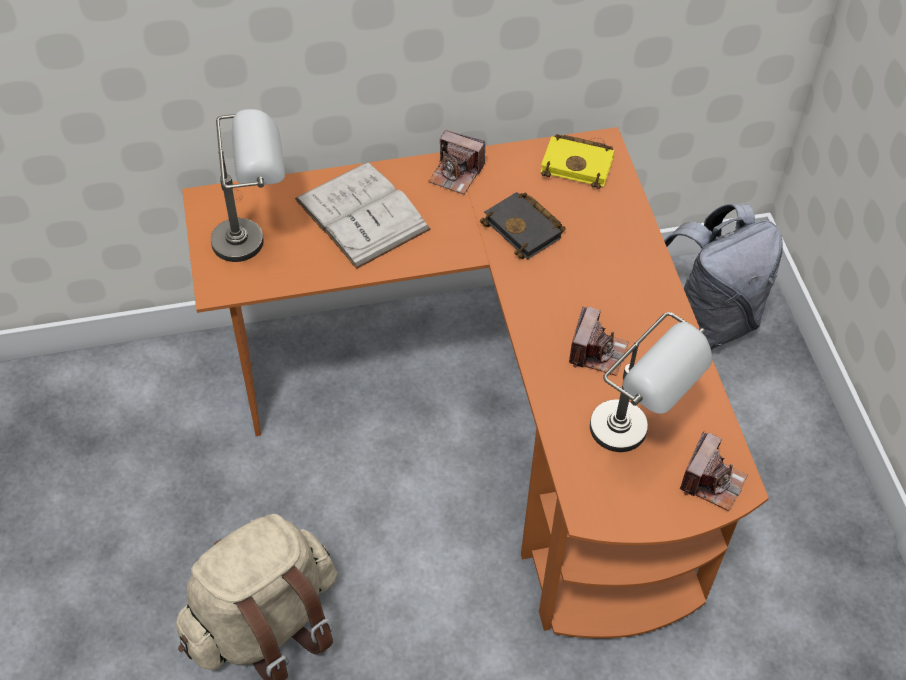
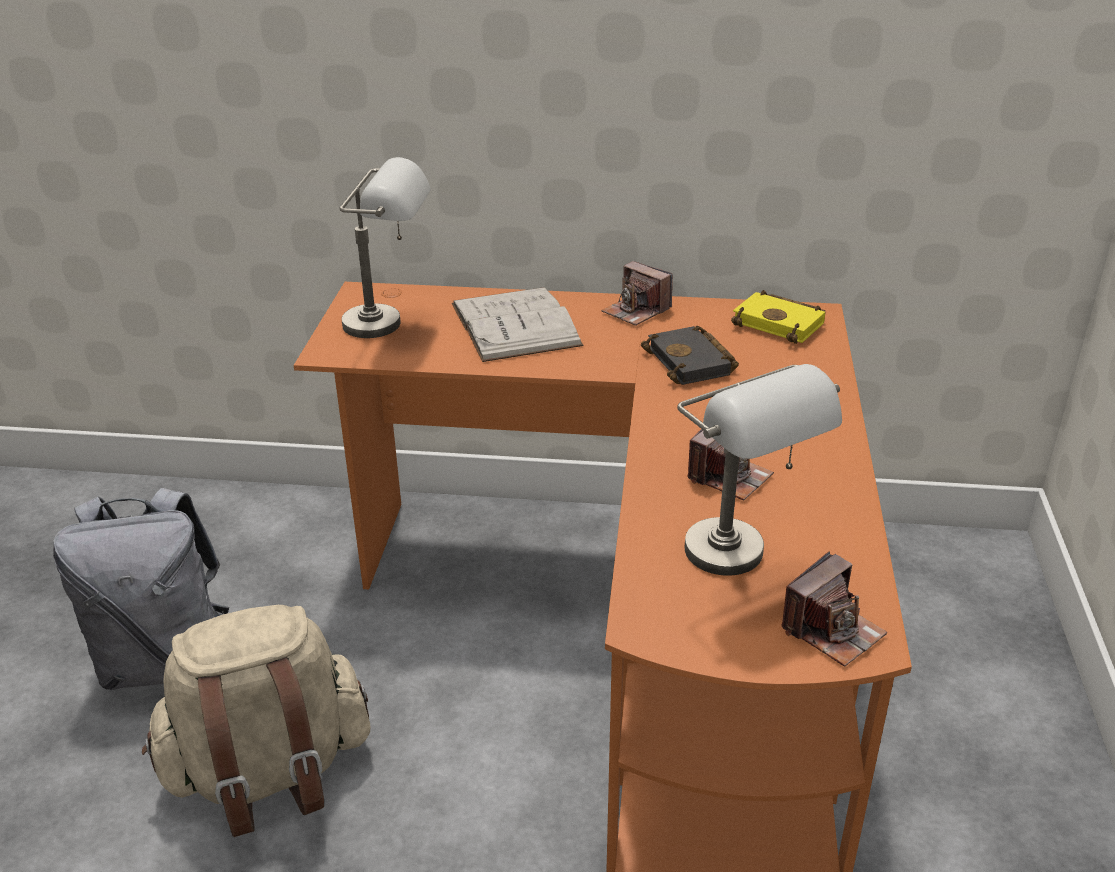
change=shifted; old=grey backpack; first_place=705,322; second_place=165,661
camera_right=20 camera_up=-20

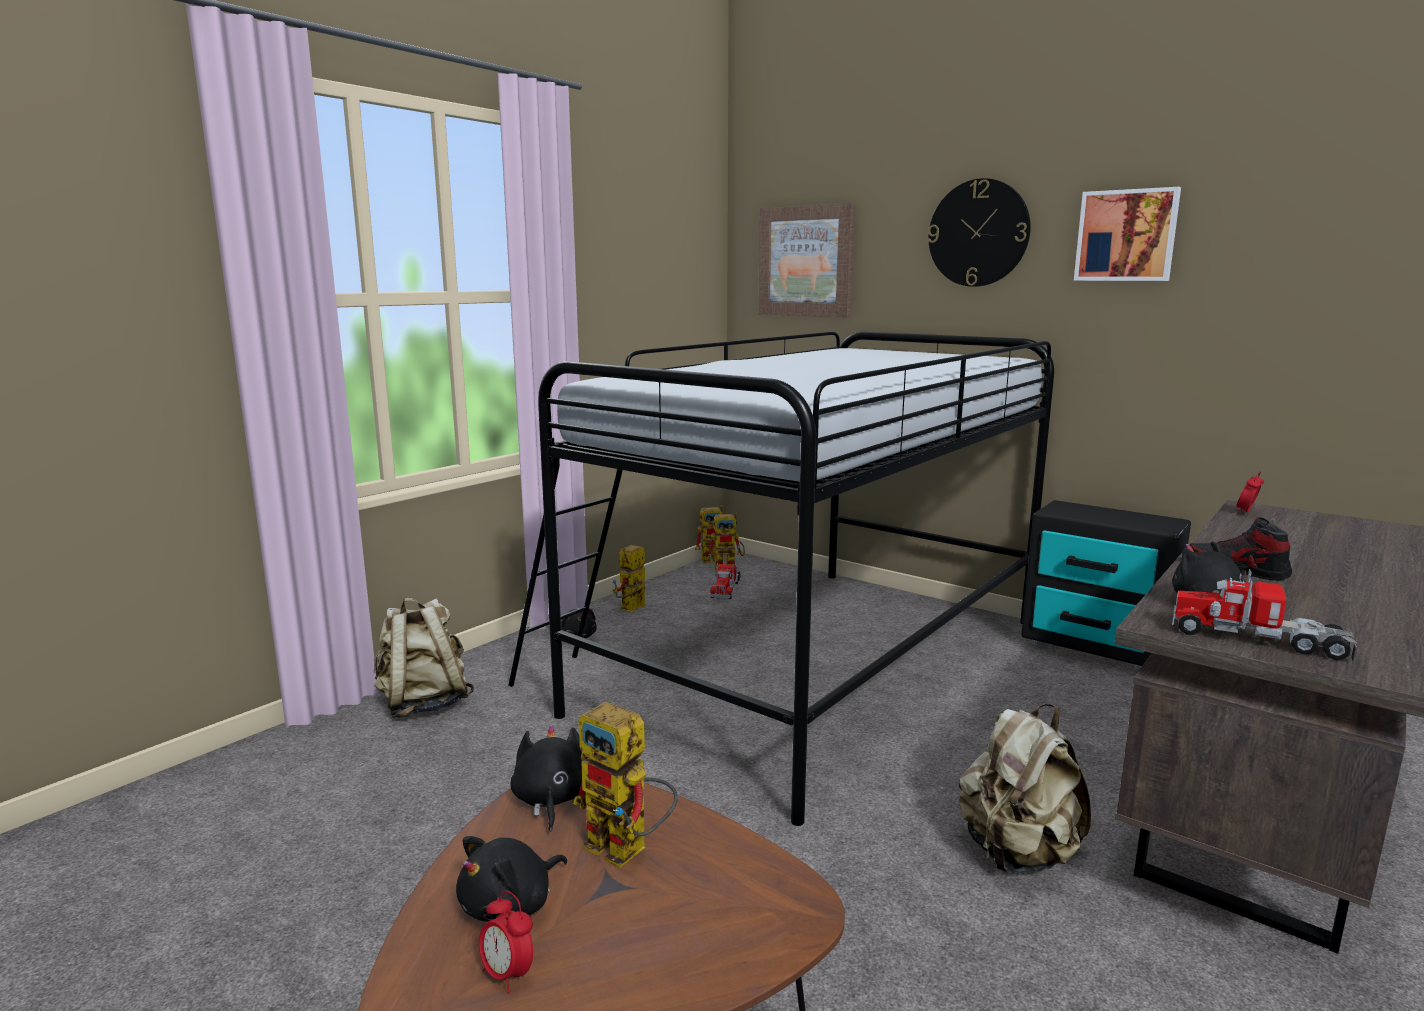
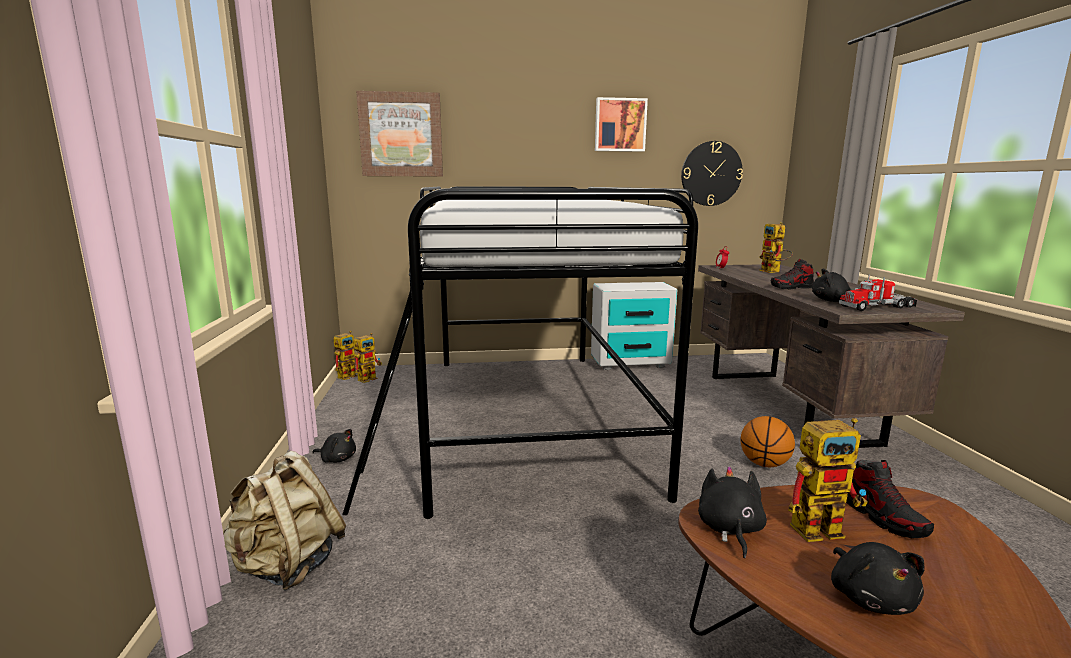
change=gone; old=alarm clock; first_place=507,975
change=rotated; old=black plush toy; first_place=551,800; second_place=729,529; degrees=60
change=shifted; old=toy robot; first_place=631,609; second_place=773,272
change=gone; old=toy truck; first_place=726,588
change=shifted; old=wall clock; first_place=978,233; second_place=711,173
change=swapped; old=beige backpack; new=basketball; first_place=1018,854; second_place=764,464
change=repainted; old=black nightstand; new=white nightstand; first_place=1094,652; second_place=631,365
change=new; new=shoe; second_place=883,518
camera_right=-45 camera_up=0

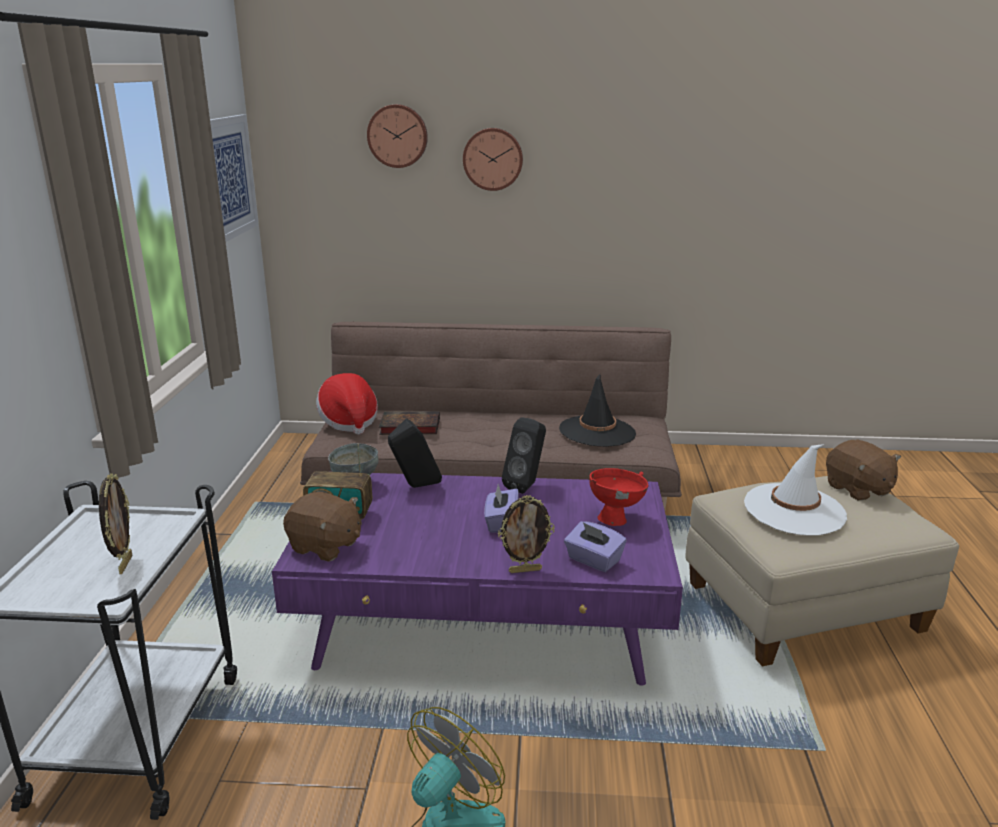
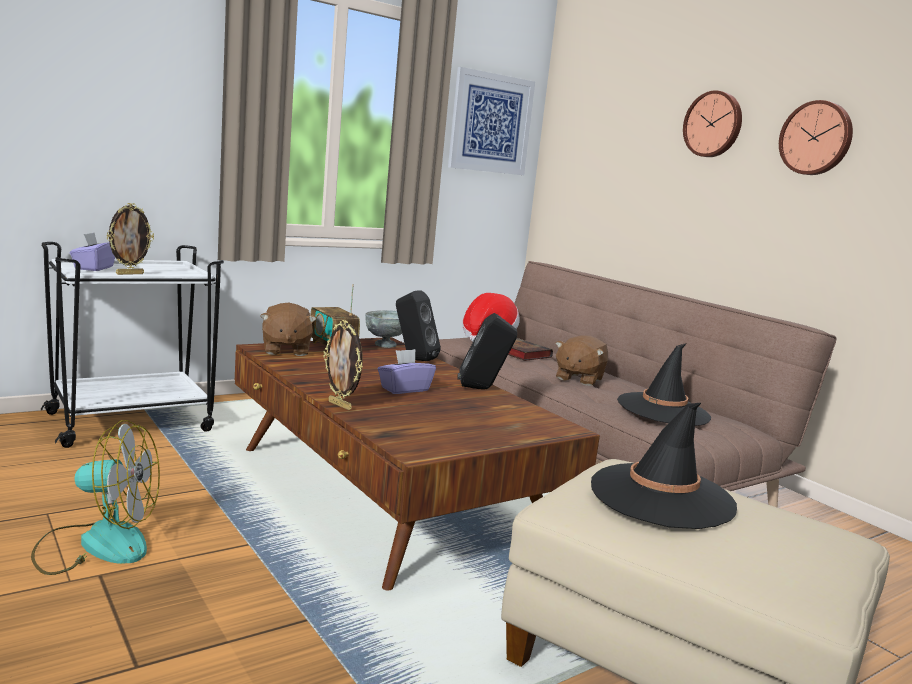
change=repainted; old=purple coffee table; new=brown coffee table; first_place=484,619; second_place=386,493
change=shifted; old=wall clock; first_place=398,136; second_place=816,138
change=shifted; old=purple tissue box; first_place=593,560; second_place=93,268
change=gone; old=red bowl; first_place=617,518
change=repainted; old=white hat; new=black hat; first_place=794,510; second_place=661,496
change=shifted; old=brown plush toy; first_place=857,489; second_place=578,379
camera_right=50 camera_up=-10

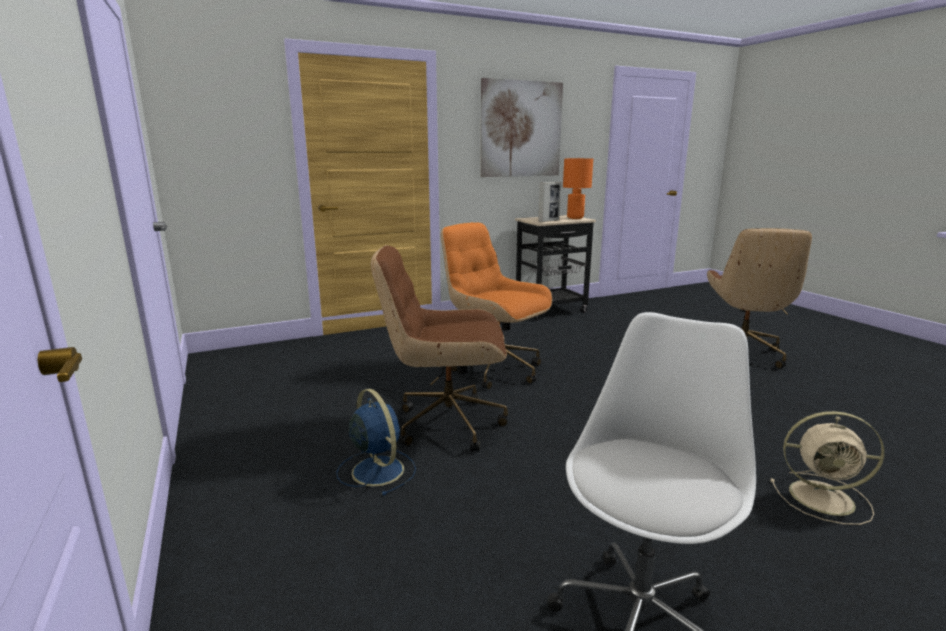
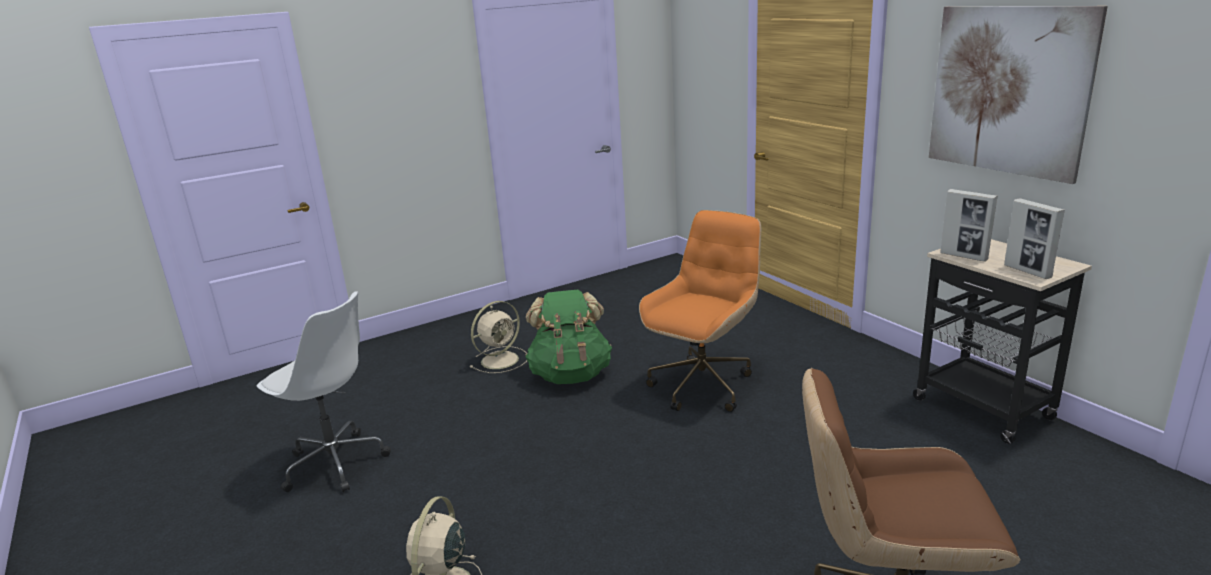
change=repainted; old=blue fan; new=beige fan; first_place=376,469; second_place=501,359
change=swapped; old=brown office chair; new=green backpack; first_place=445,424; second_place=571,374
change=swapped; old=orange table lamp; new=picture frame; first_place=575,218; second_place=1027,271
camera_right=85 camera_up=5

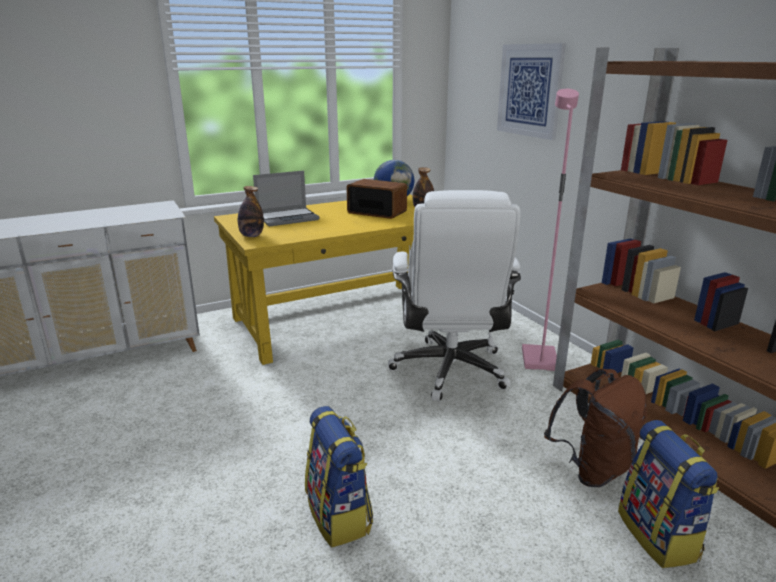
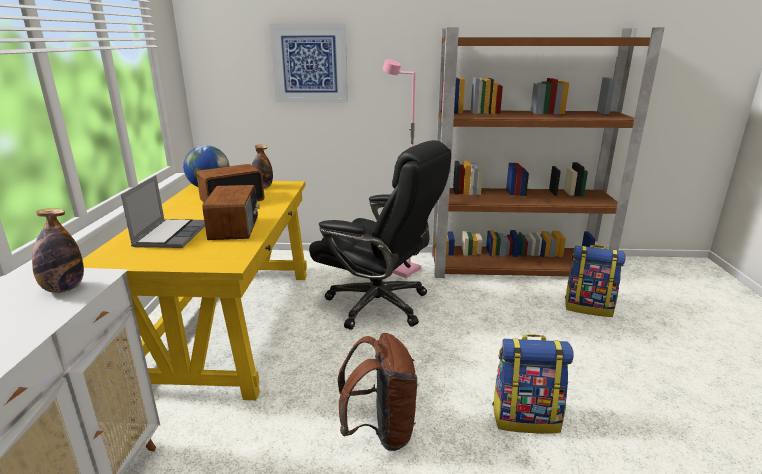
change=shifted; old=bottle; first_place=251,236; second_place=64,289
change=repainted; old=white office chair; new=black office chair; first_place=450,369; second_place=378,304
change=shifted; old=brown backpack; first_place=593,469; second_place=380,431
change=new; new=radio; second_place=235,228
camera_right=-60 camera_up=0

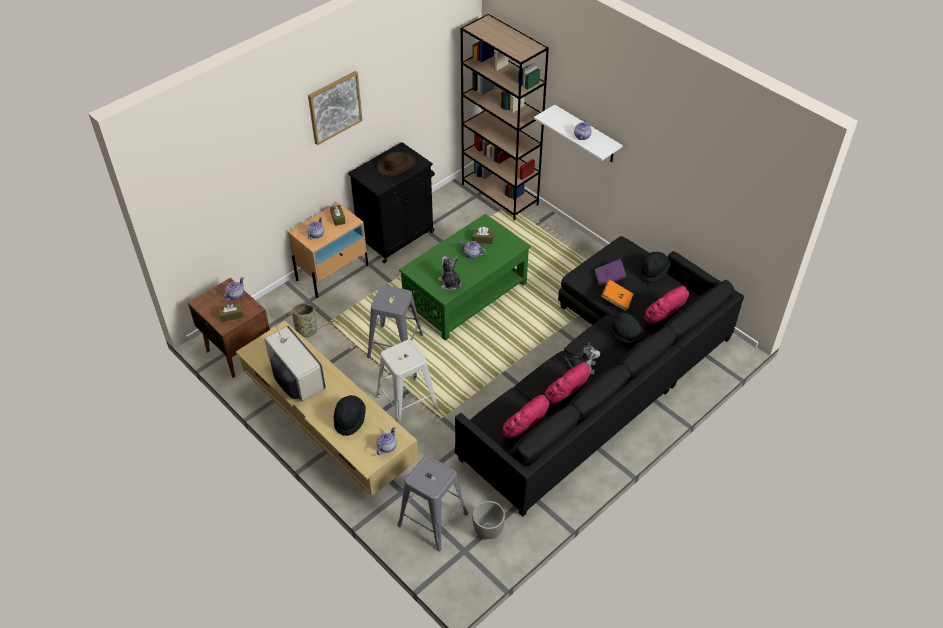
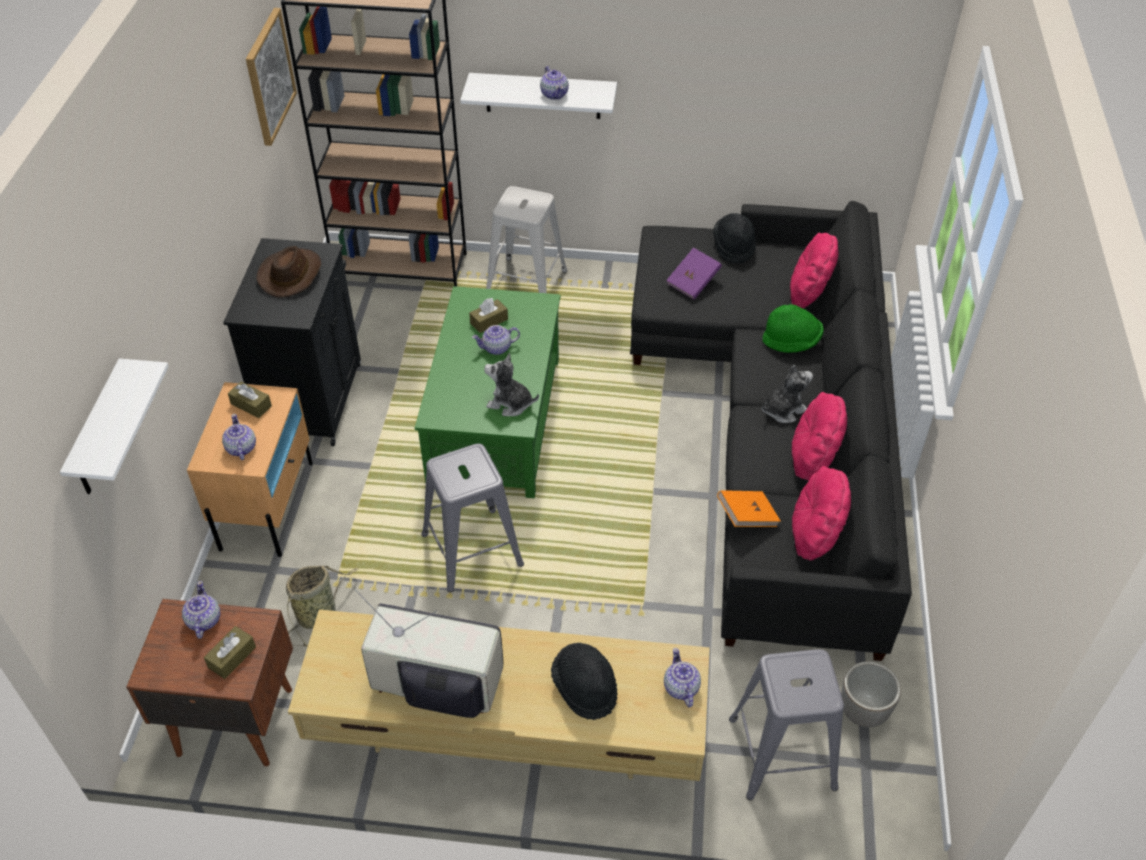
change=shifted; old=picture; first_place=334,107; second_place=269,76
change=shifted; old=white stool; first_place=407,402; second_place=526,283
change=shifted; old=orange book; first_place=616,300; second_place=747,517
change=repainted; old=black hat; new=green hat; first_place=626,337; second_place=791,342
change=new; new=white shelf; second_place=99,433
camera_right=-40 camera_up=0

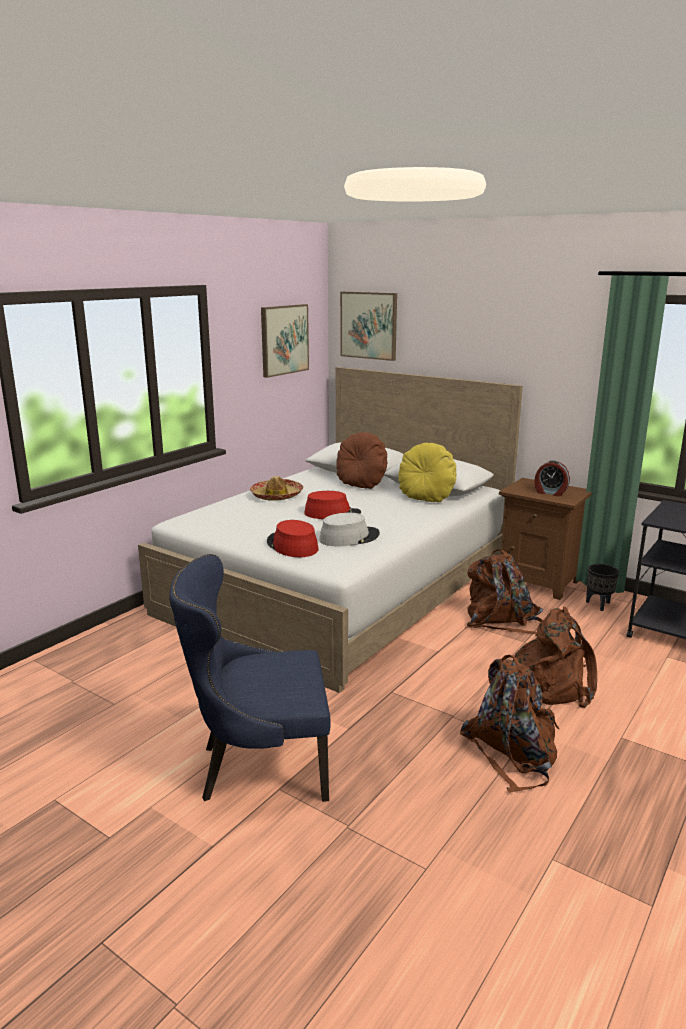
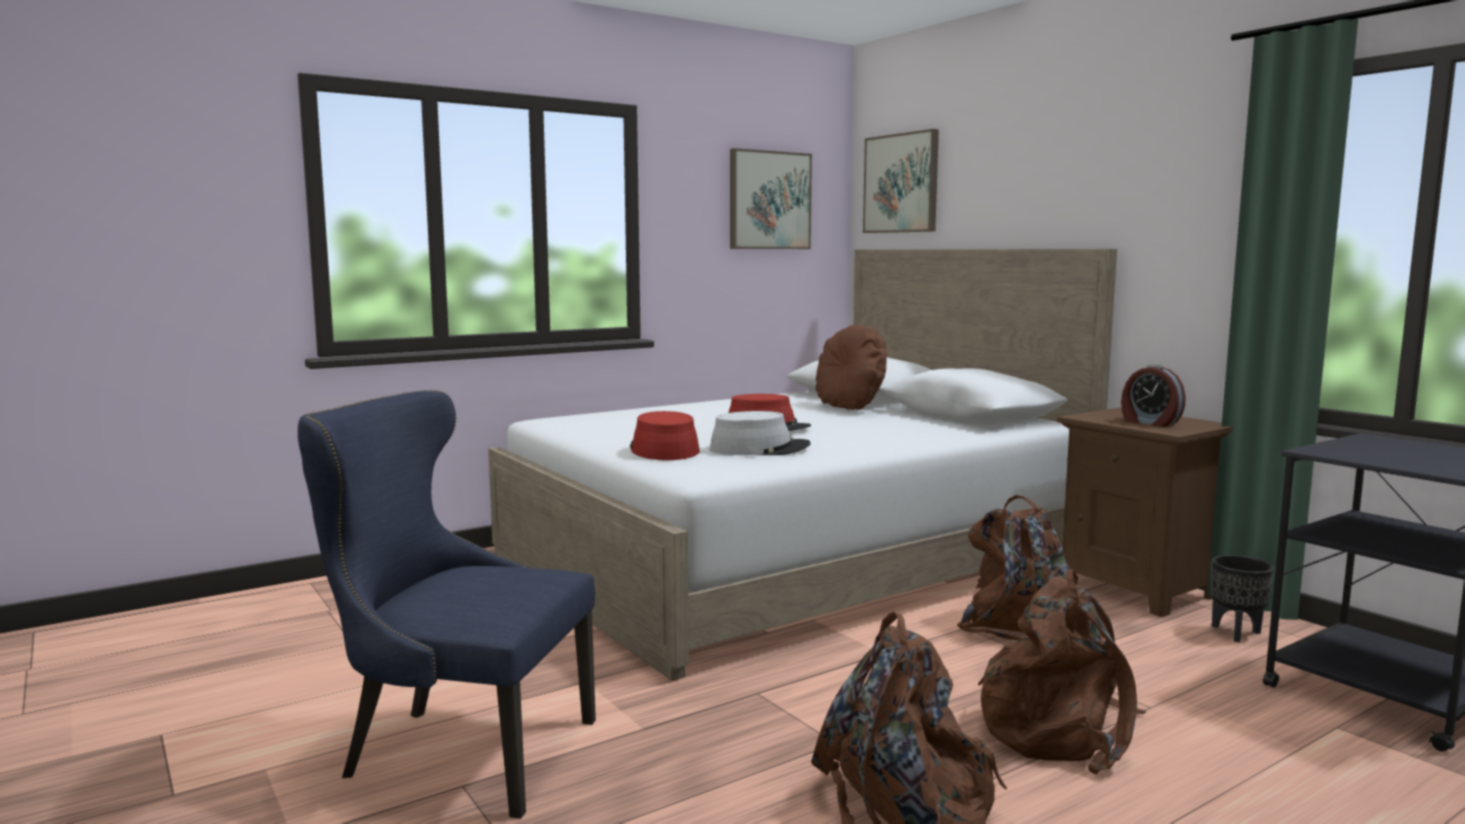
change=gone; old=hat; first_place=276,496
change=gone; old=yellow pillow; first_place=426,499
camera_right=20 camera_up=-10

